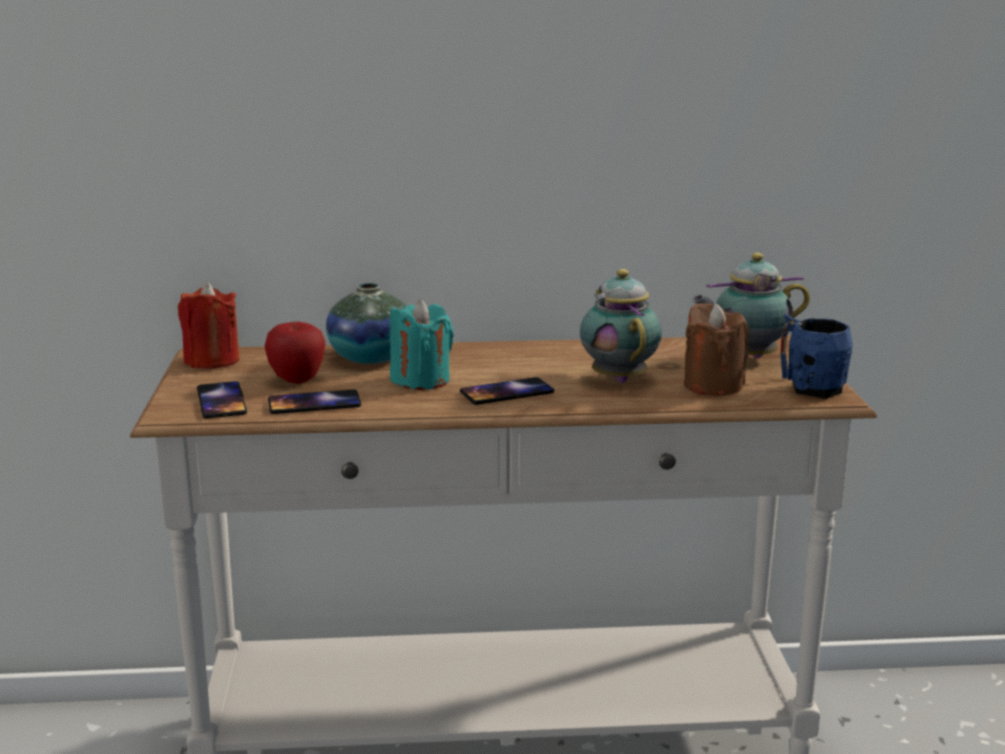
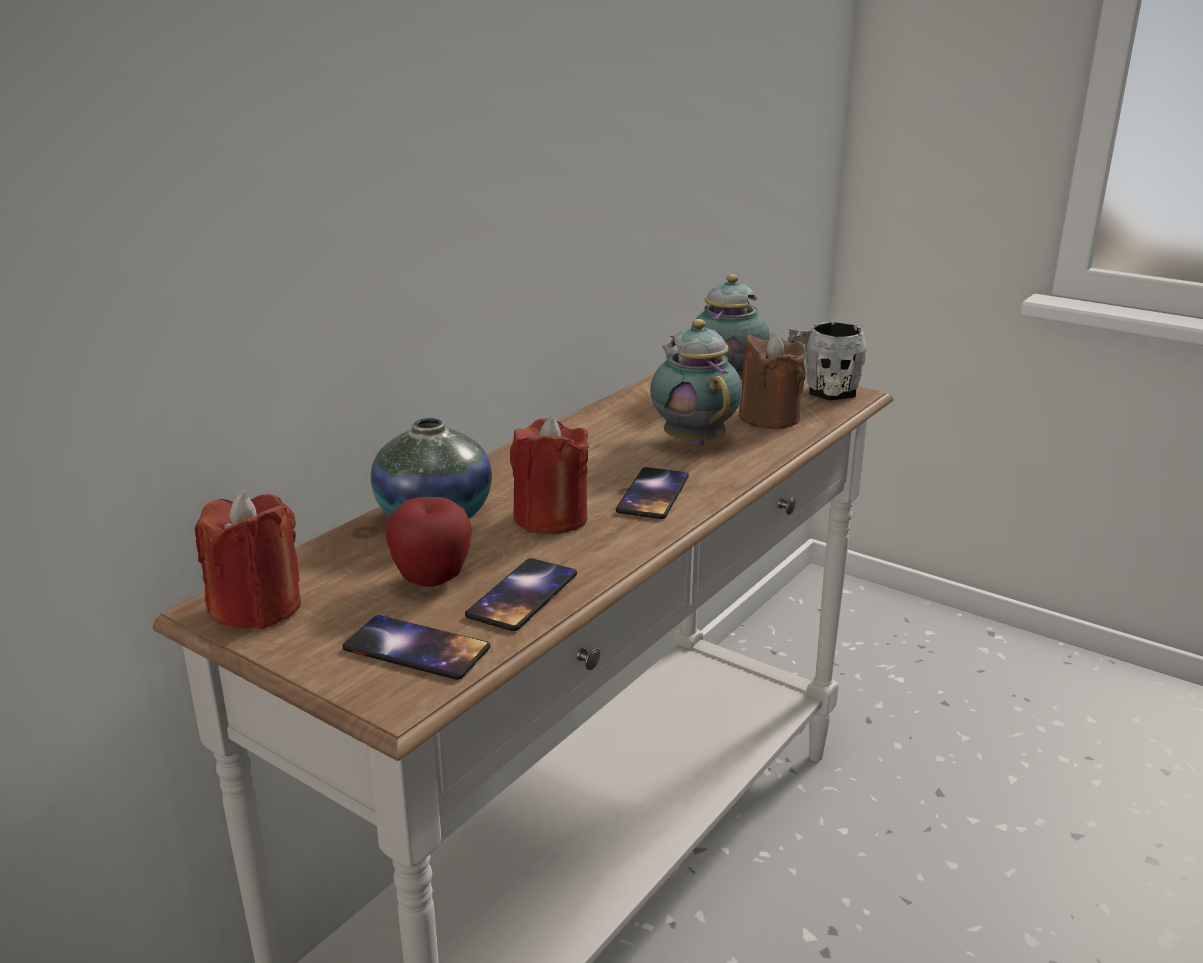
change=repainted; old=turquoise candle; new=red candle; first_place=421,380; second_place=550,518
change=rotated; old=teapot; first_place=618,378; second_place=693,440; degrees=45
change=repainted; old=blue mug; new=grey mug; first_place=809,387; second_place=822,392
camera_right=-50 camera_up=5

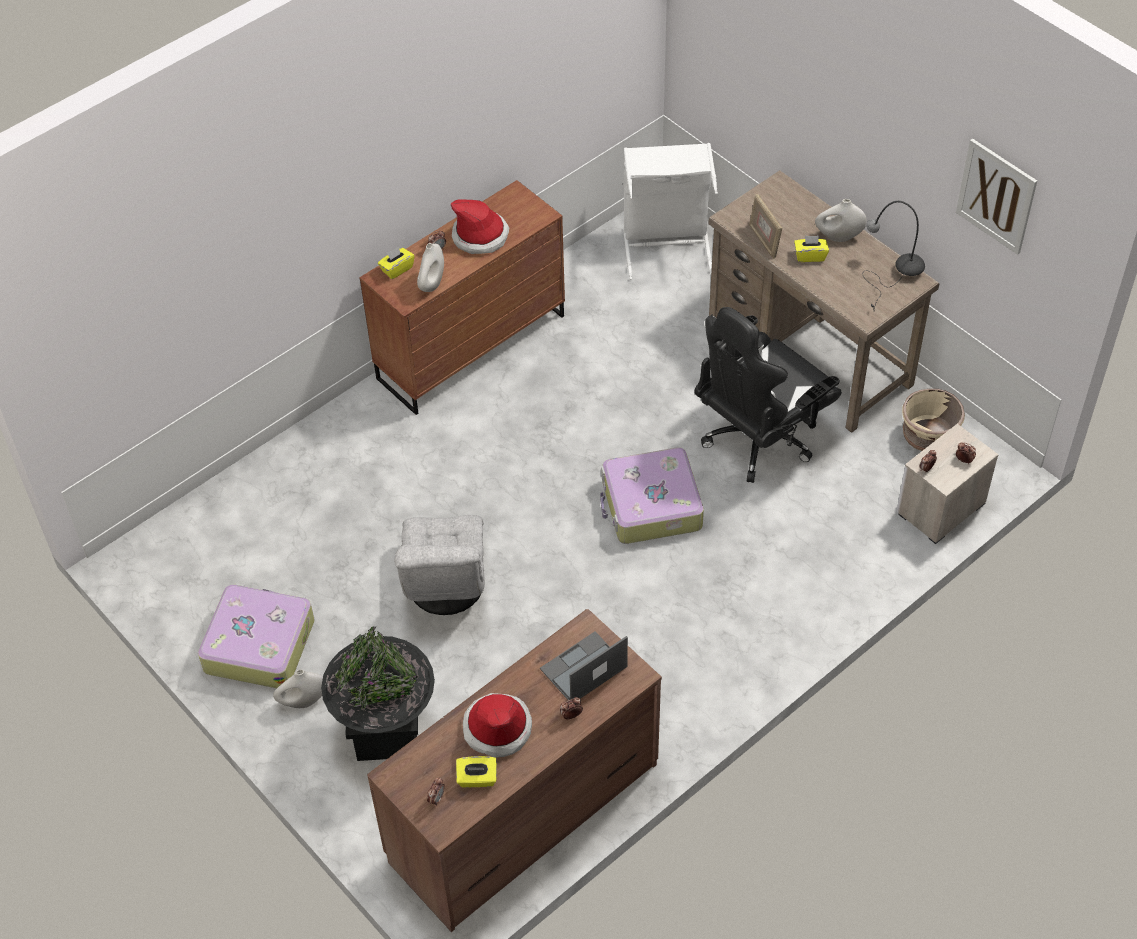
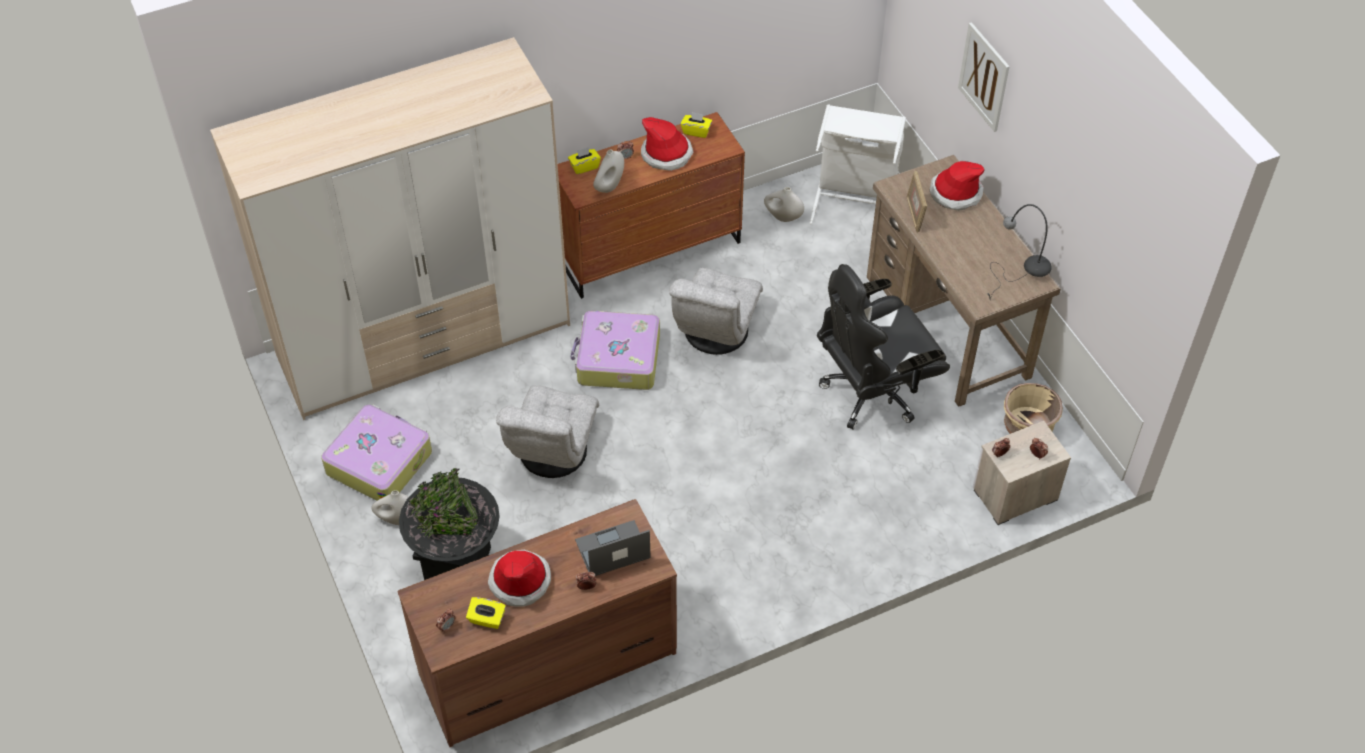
change=shifted; old=suitcase; first_place=650,506; second_place=617,359
change=shifted; old=yellow tissue box; first_place=810,256; second_place=696,131
change=shifted; old=white vase; first_place=838,237; second_place=783,217
change=shifted; old=picture; first_place=996,196; second_place=984,77
change=new; new=wardrobe; second_place=425,341
change=new; new=grey armchair; second_place=715,329
change=new; new=hat; second_place=955,193
camera_right=15 camera_up=0

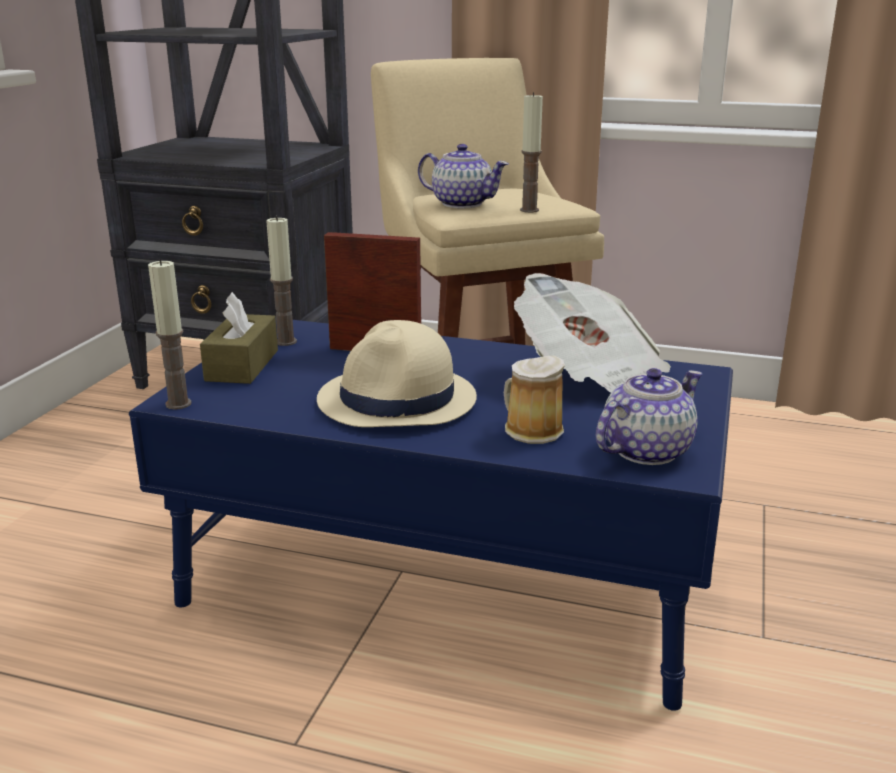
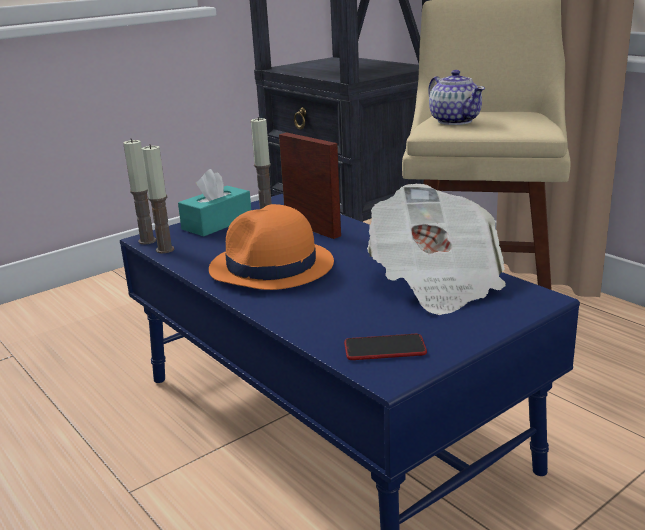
change=repainted; old=brown tissue box; new=turquoise tissue box; first_place=242,365; second_place=217,223
change=repainted; old=beige hat; new=orange hat; first_place=397,401; second_place=271,267
change=gone; old=mug; first_place=530,430
change=shifted; old=candle; first_place=529,210; second_place=165,249
change=swapped; old=teapot; new=phone; first_place=644,451; second_place=385,349
camera_right=35 camera_up=0

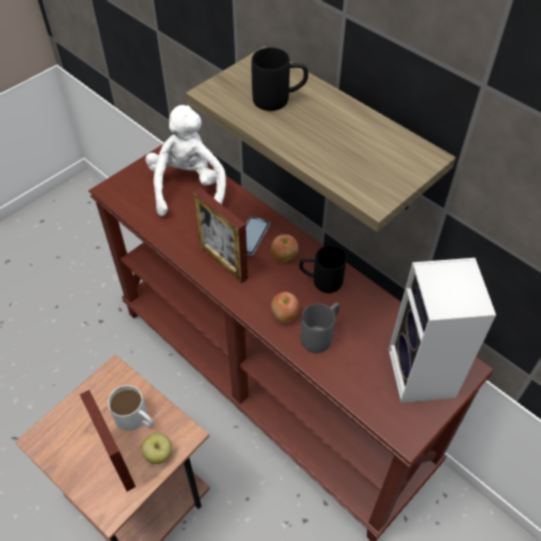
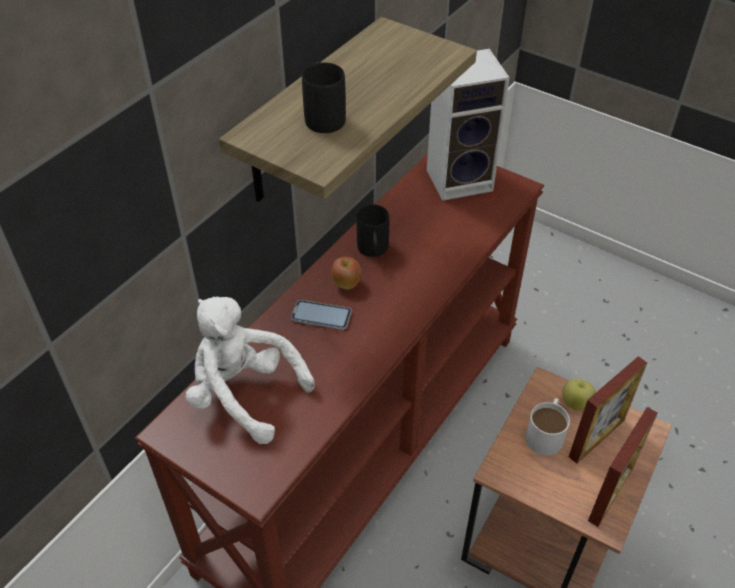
change=rotated; old=white plush toy; first_place=188,187; second_place=244,394; degrees=45
change=shifted; old=picture frame; first_place=223,262; second_place=610,494
change=gone; old=apple; first_place=284,315
change=gone; old=grey mug; first_place=321,335
camera_right=-100 camera_up=-5

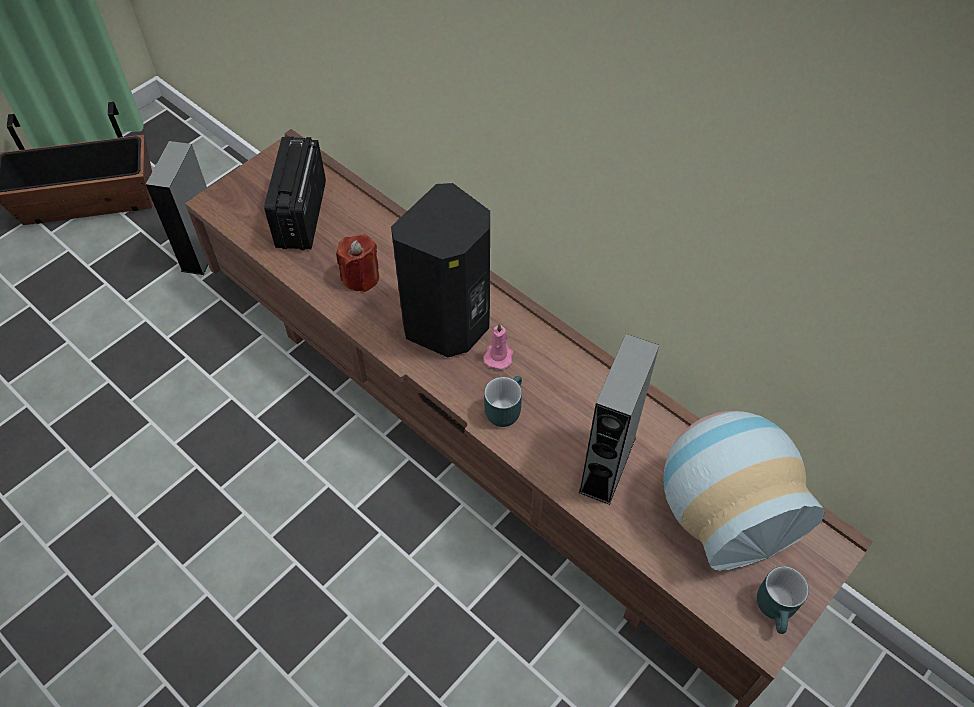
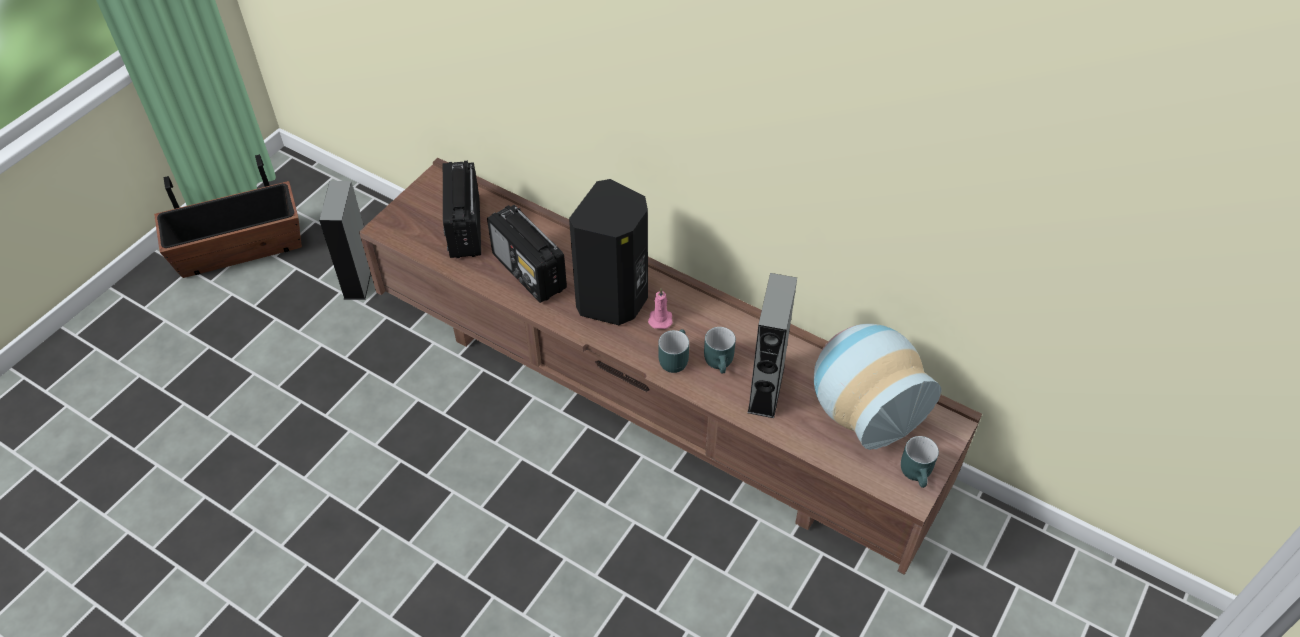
change=swapped; old=red candle; new=radio; first_place=361,277; second_place=529,272
change=new; new=turquoise mug; second_place=721,363
camera_right=-10 camera_up=-5

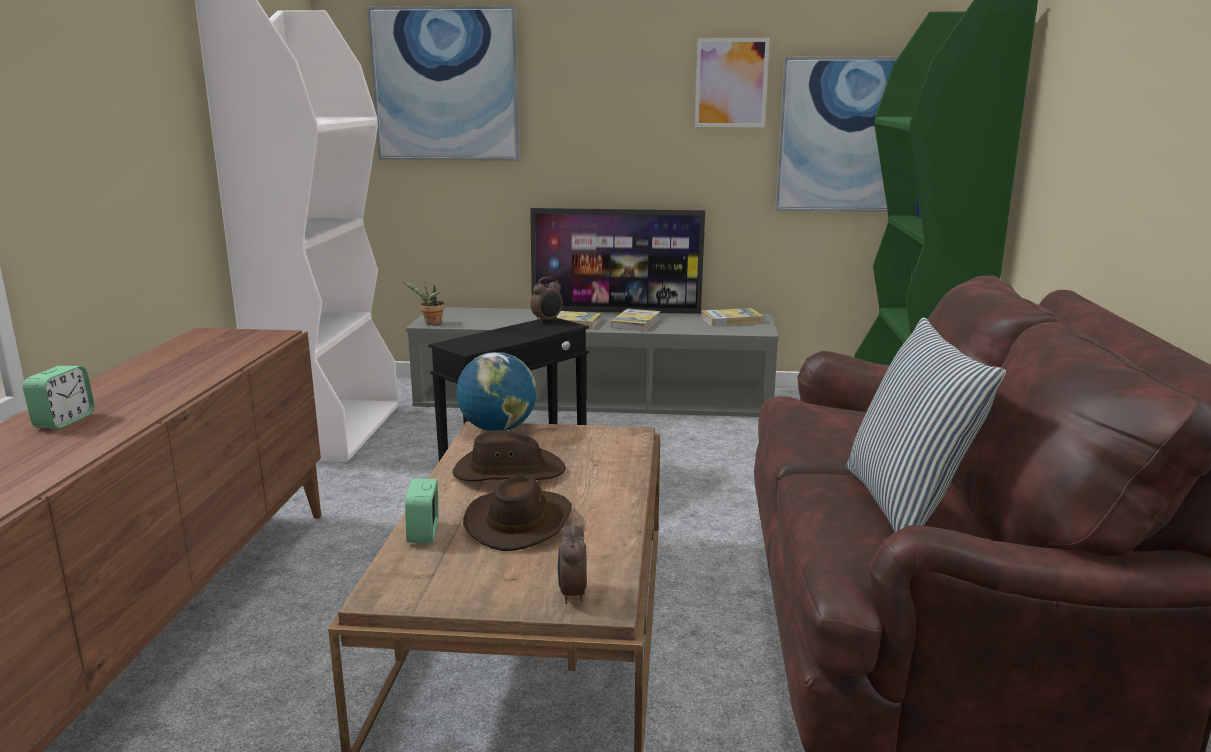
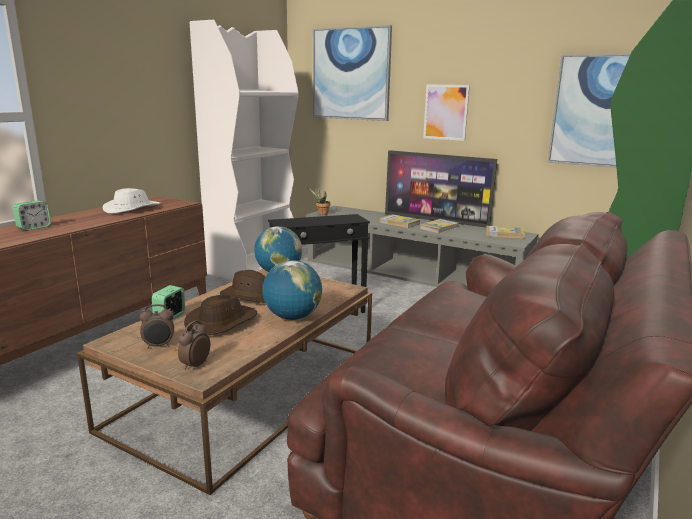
change=shifted; old=alarm clock; first_place=547,321; second_place=159,346
change=shifted; old=picture; first_place=731,83; second_place=445,112
change=gone; old=pillow; first_place=906,506
change=new; new=white hat; second_place=132,208
change=new; new=globe; second_place=292,317
camera_right=25 camera_up=0

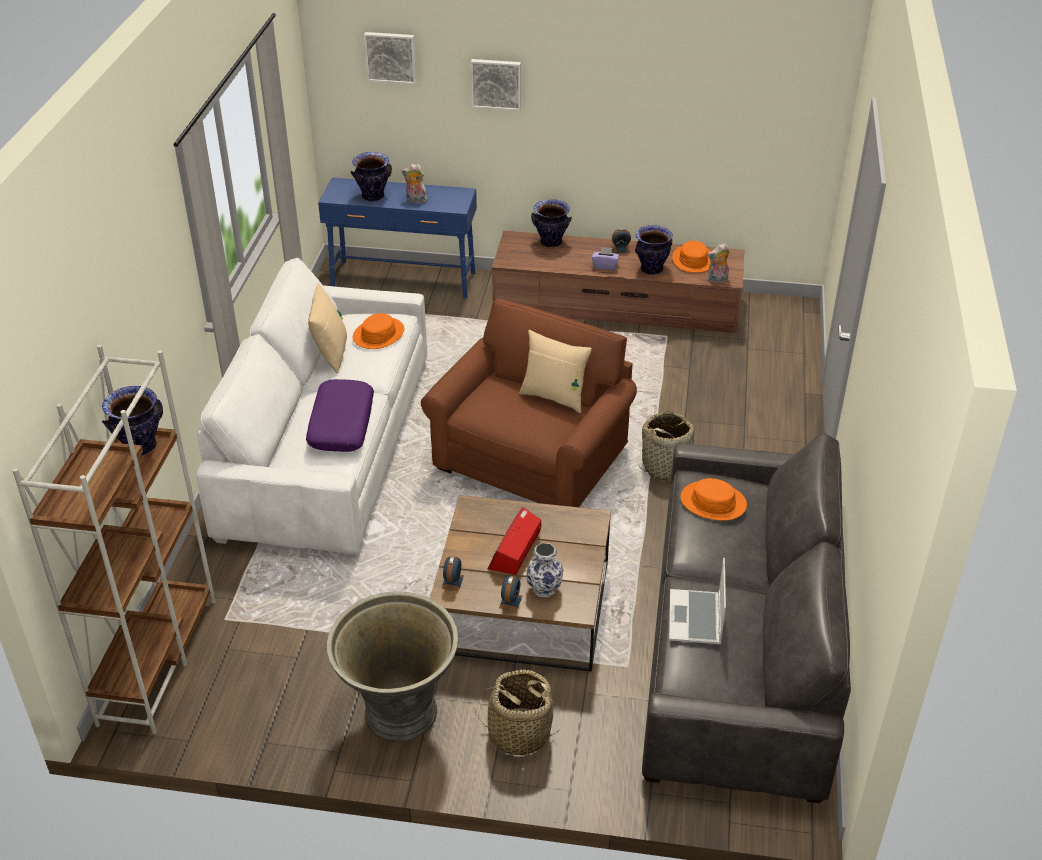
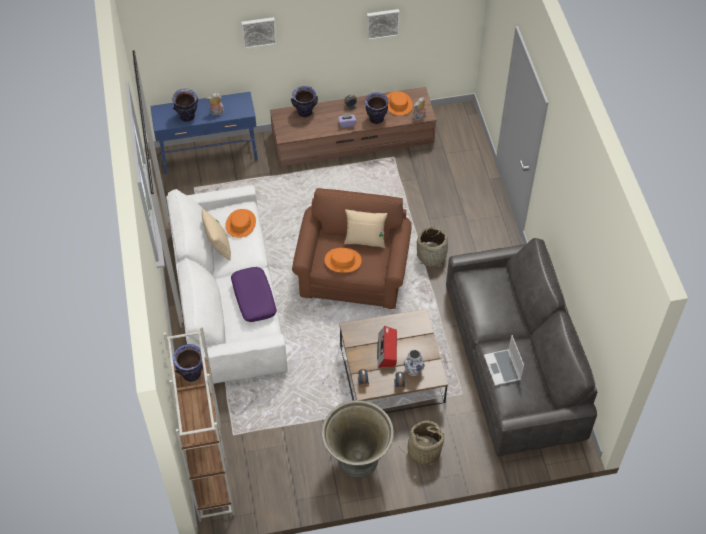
change=shifted; old=picture; first_place=391,57; second_place=382,23
change=shifted; old=orange hat; first_place=713,502; second_place=343,260
camera_right=-20 camera_up=15

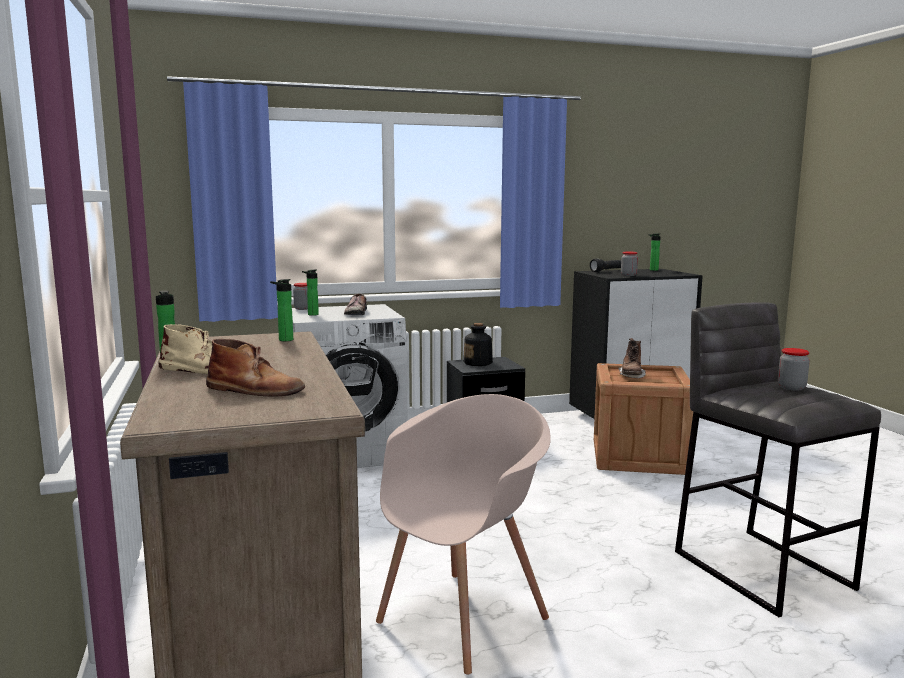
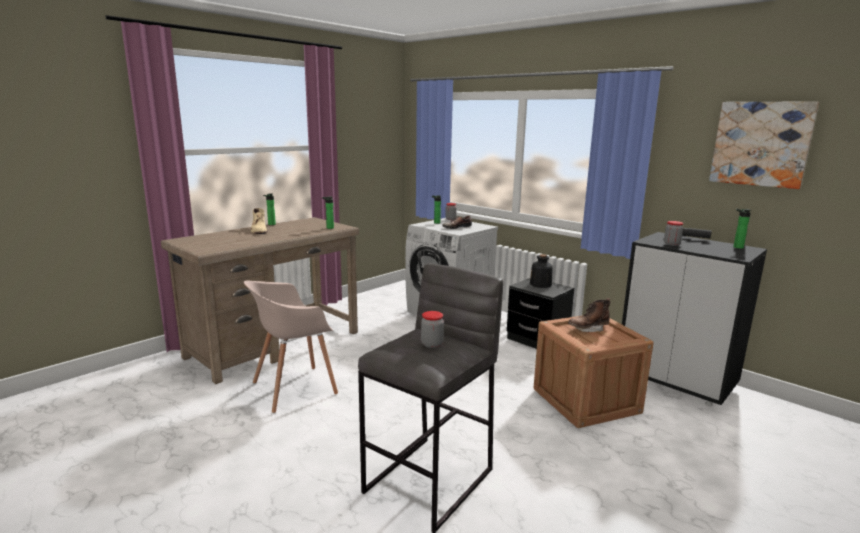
change=gone; old=brown boot; first_place=255,390
change=rotated; old=beige chair; first_place=463,619; second_place=293,389; degrees=135
change=new; new=picture; second_place=761,144
camera_right=60 camera_up=5

